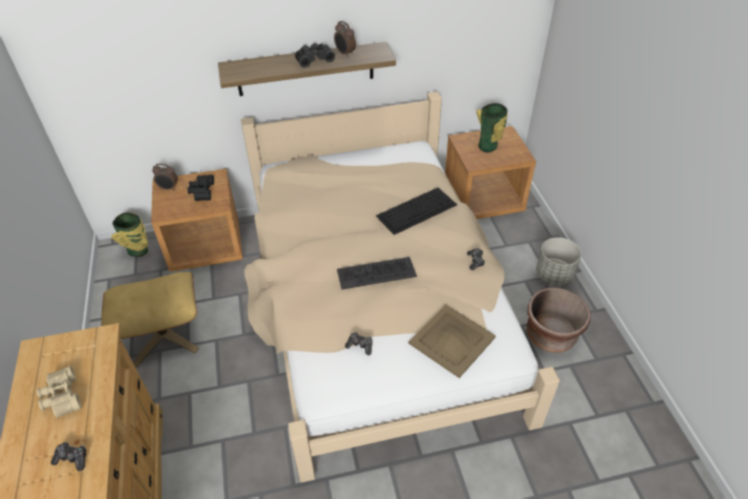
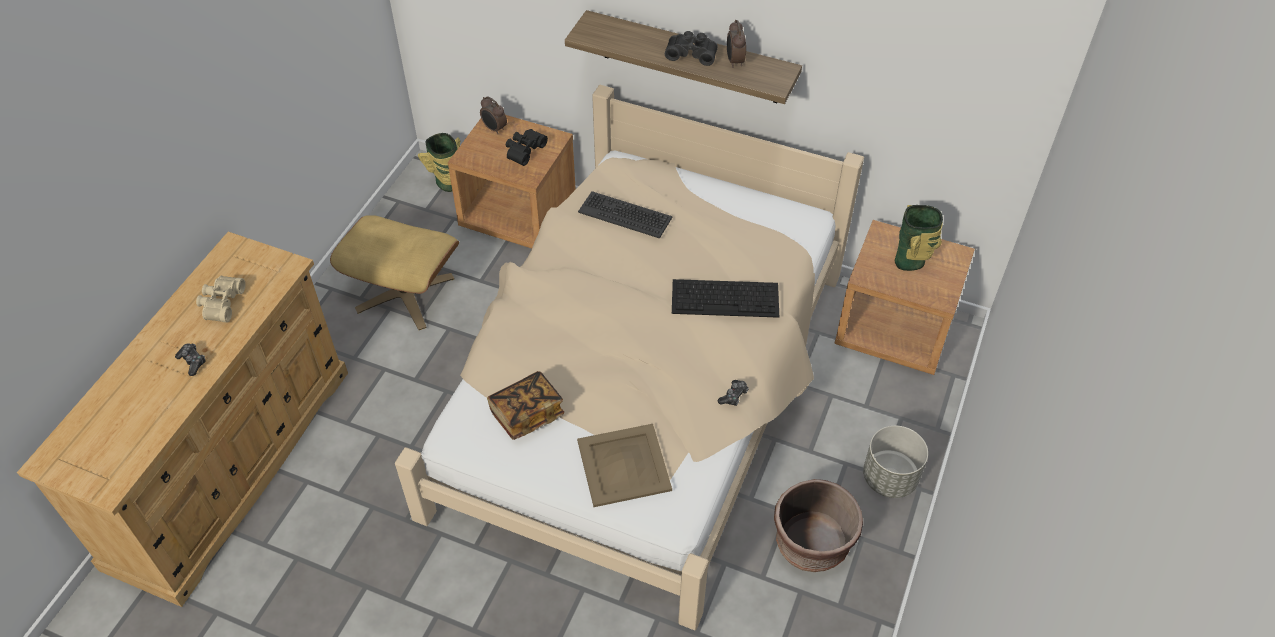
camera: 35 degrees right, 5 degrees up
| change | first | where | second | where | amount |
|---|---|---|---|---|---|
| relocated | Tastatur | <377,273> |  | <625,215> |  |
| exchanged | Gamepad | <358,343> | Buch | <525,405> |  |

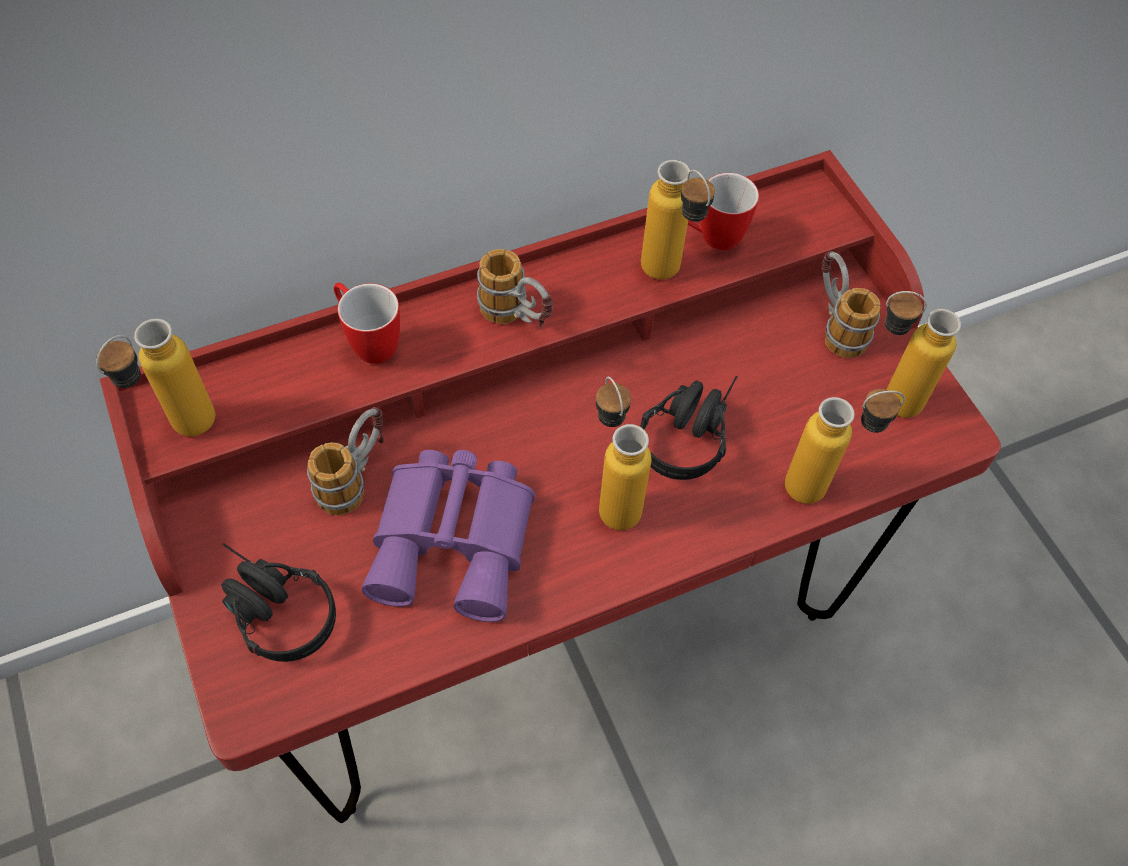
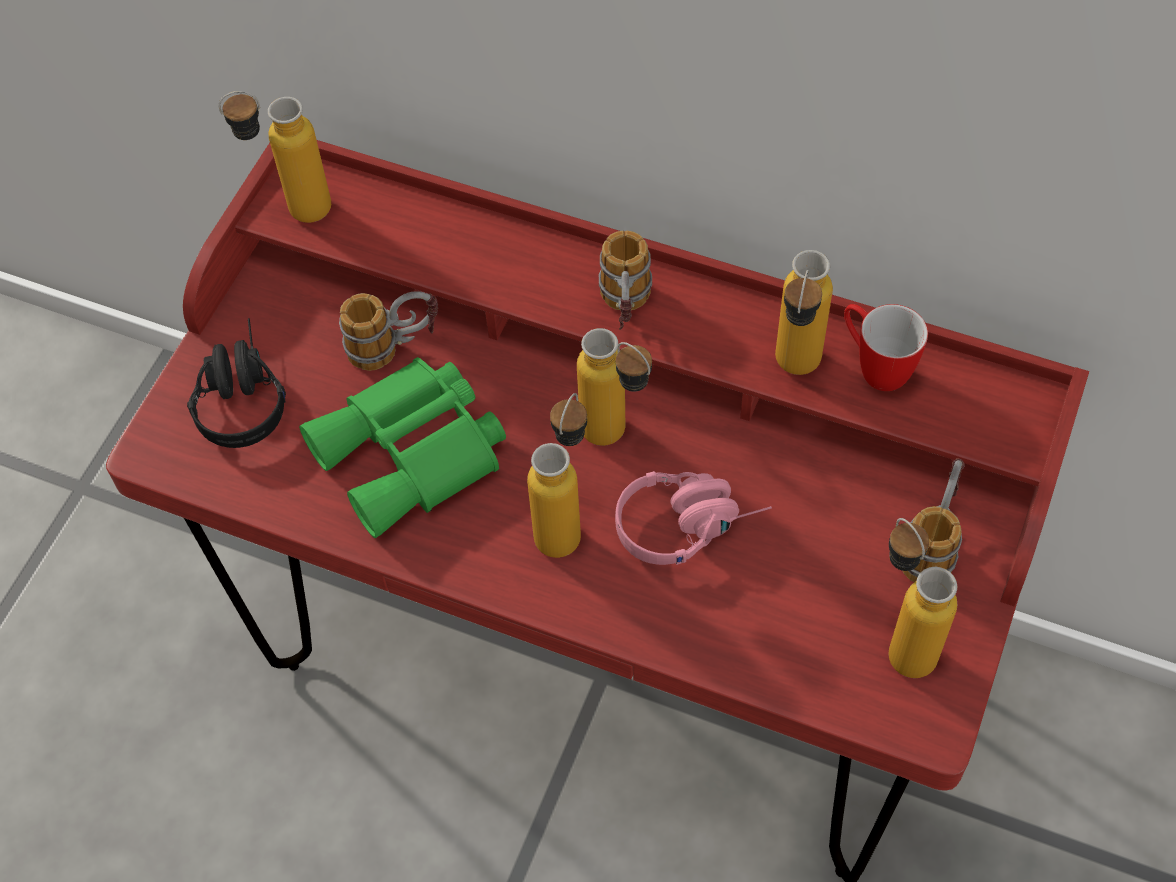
camera: 50 degrees right, 0 degrees up
| change | first | where | second | where | amount |
|---|---|---|---|---|---|
| missing | Henkelbecher | <367,323> |  |  |  |
| colour | Kopfhörer/schwarz | <688,428> | Kopfhörer/rosa | <693,518> |  |
| relocated | Flasche | <845,446> |  | <614,387> |  |
| colour | Fernglas/lila | <448,536> | Fernglas/grün | <402,447> |  |

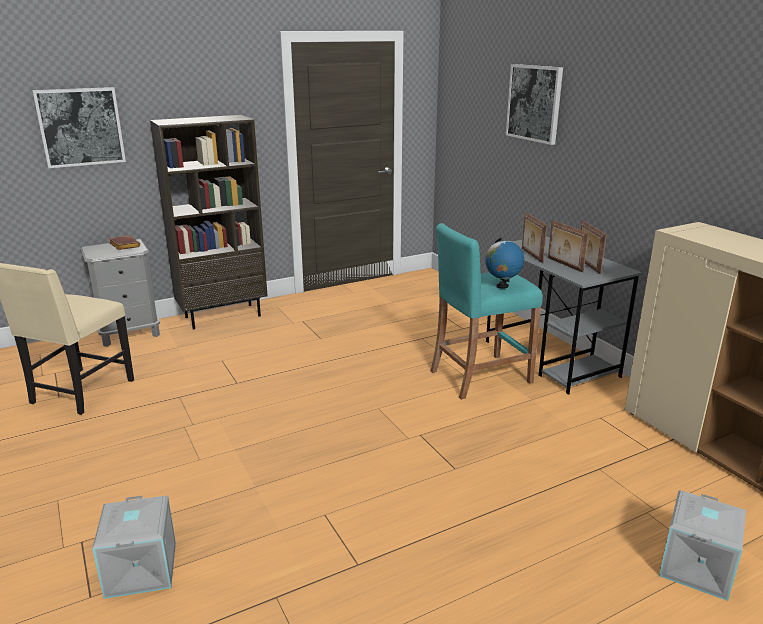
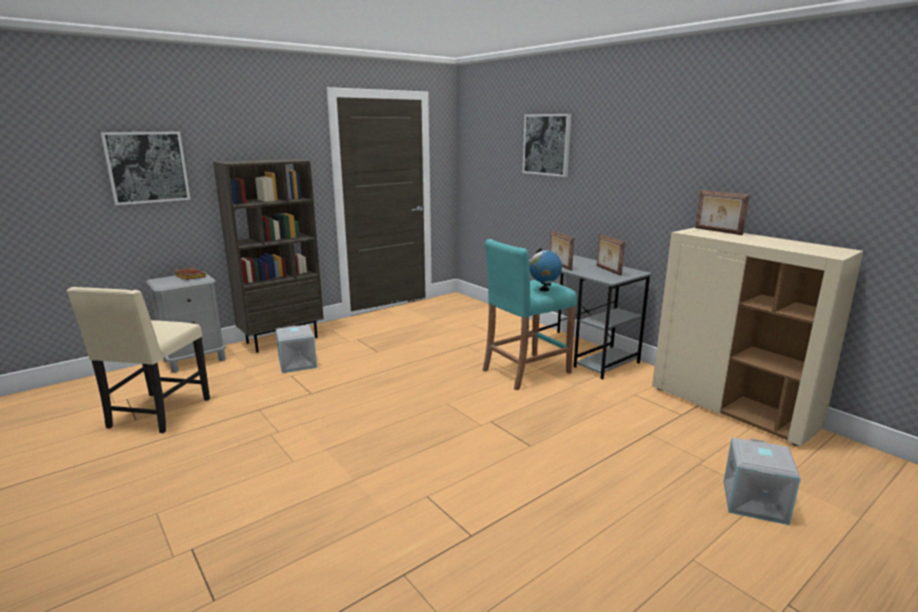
camera: 10 degrees left, 5 degrees down
| change | first | where | second | where | amount |
|---|---|---|---|---|---|
| relocated | Bilderrahmen | <568,246> |  | <722,212> |  |
| relocated | Aufbewahrungsbox/grau | <134,547> |  | <296,349> |  |

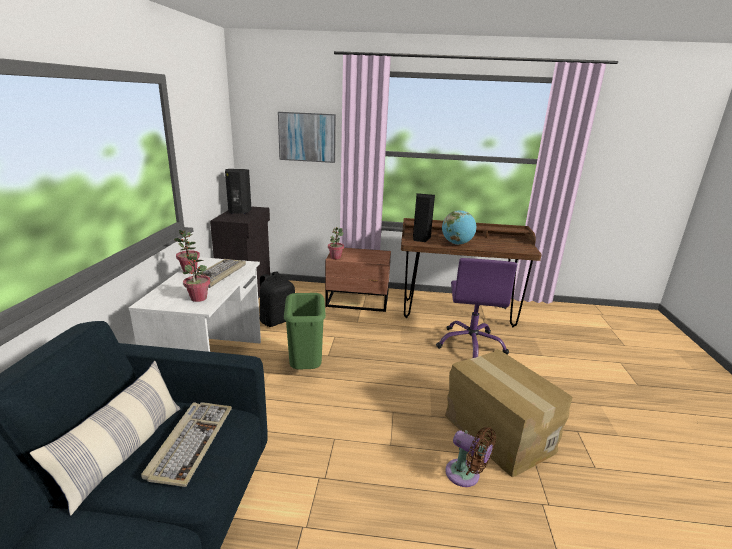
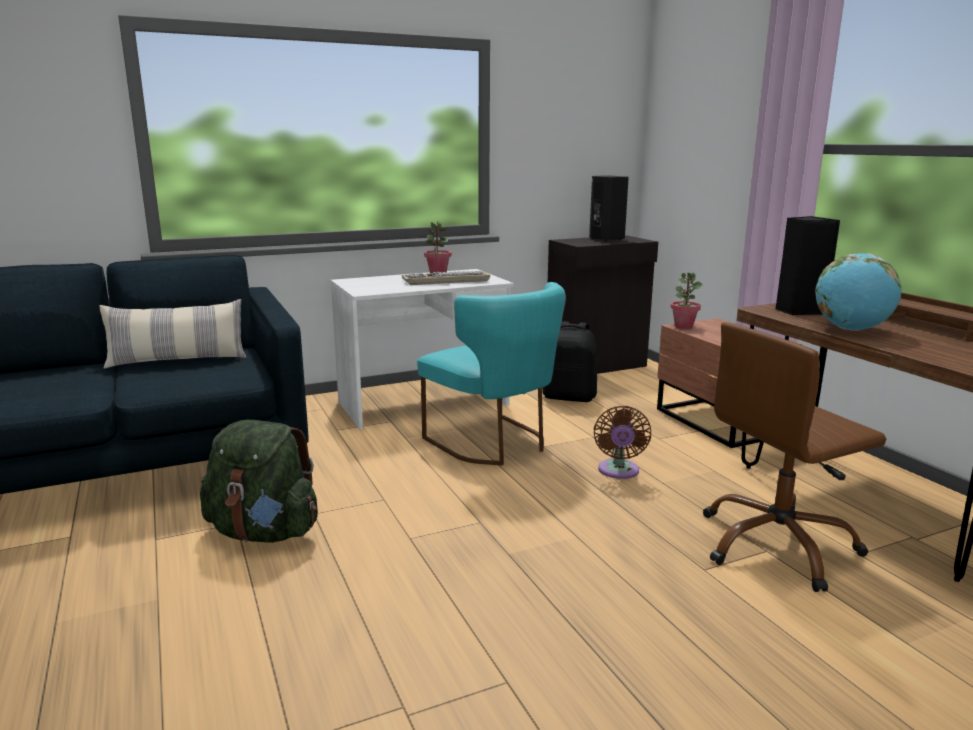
camera: 60 degrees right, 5 degrees down
| change | first | where | second | where | amount |
|---|---|---|---|---|---|
| missing | Bild | <307,137> |  |  |  |
| missing | Topfpflanze | <196,276> |  |  |  |
| colour | Bürostuhl/lila | <476,308> | Bürostuhl/braun | <794,457> |  |
| exchanged | Mülleimer/grün | <305,331> | Stuhl/türkis | <491,373> |  |
| missing | Karton | <509,413> |  |  |  |
| missing | Tastatur | <186,444> |  |  |  |
| relocated | Ventilator/braun | <470,457> |  | <622,442> |  |
| appeared |  |  | Rucksack/grün | <259,481> |  |

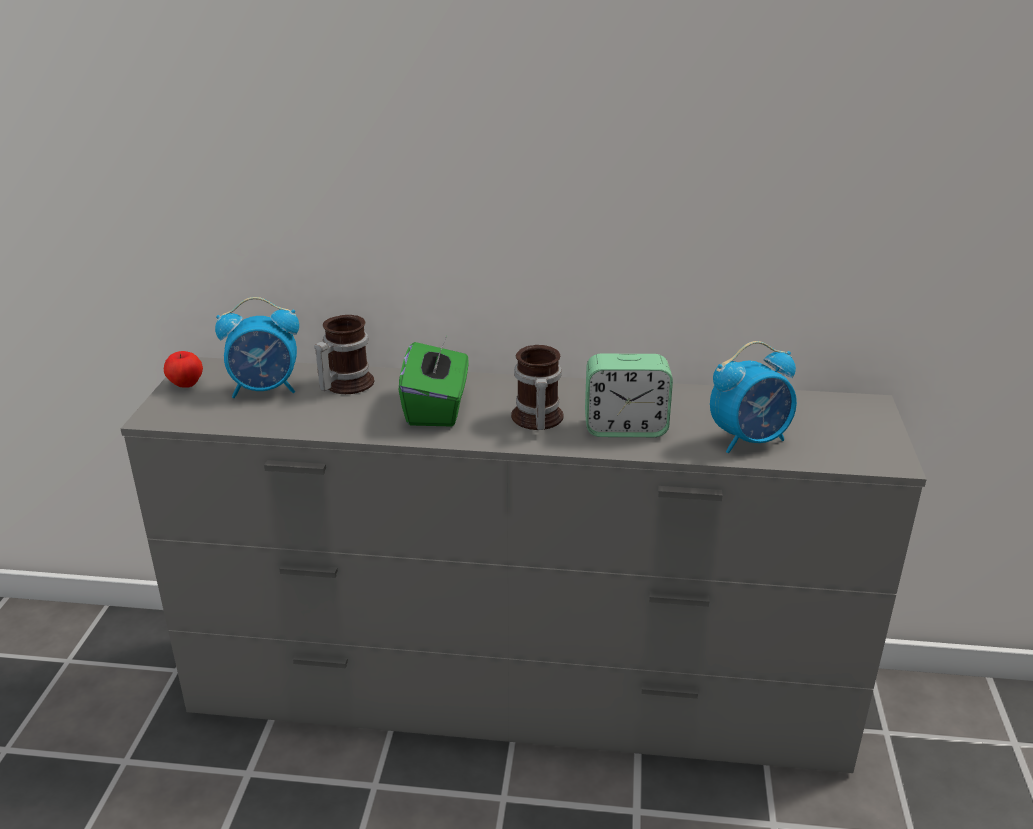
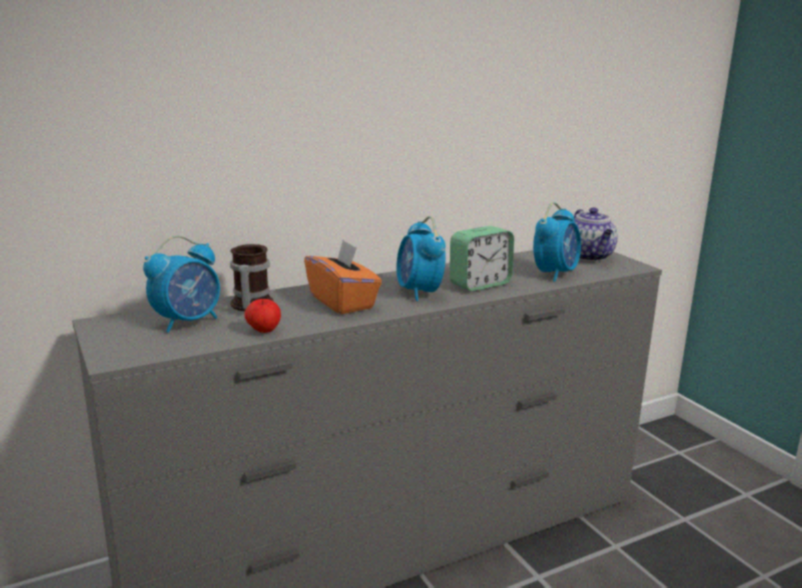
camera: 35 degrees left, 10 degrees down
| change | first | where | second | where | amount |
|---|---|---|---|---|---|
| colour | Taschentuchbox/grün | <434,380> | Taschentuchbox/orange | <343,276> |  |
| exchanged | Henkelbecher | <537,387> | Wecker | <421,258> |  |
| relocated | Apfel | <183,369> |  | <262,316> |  |
| appeared |  |  | Teekanne | <596,234> |  |

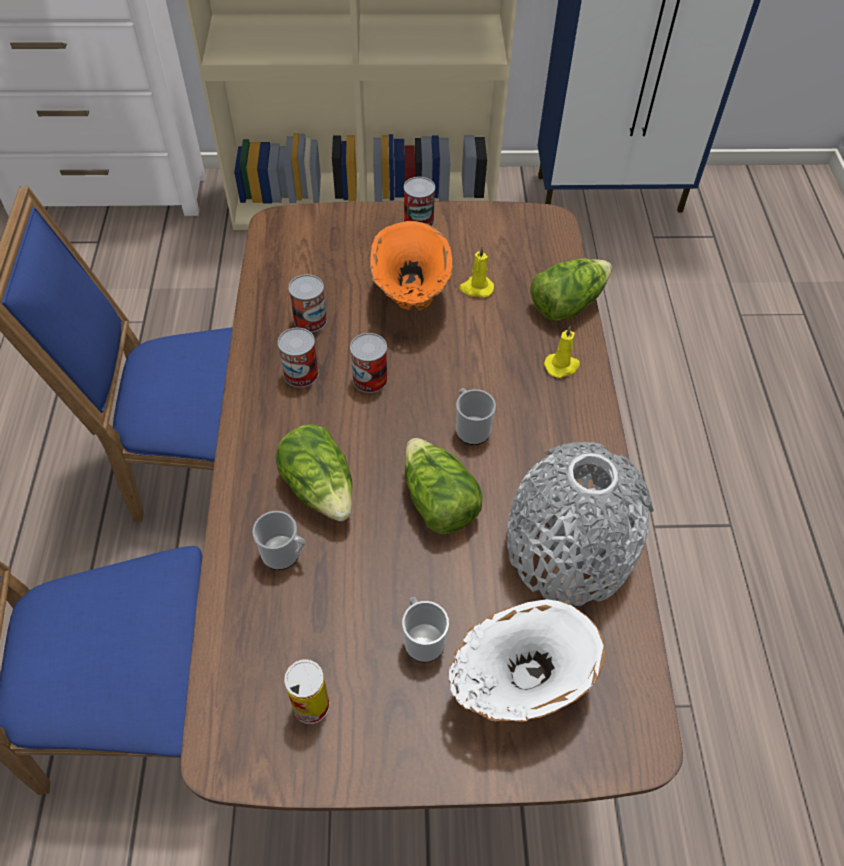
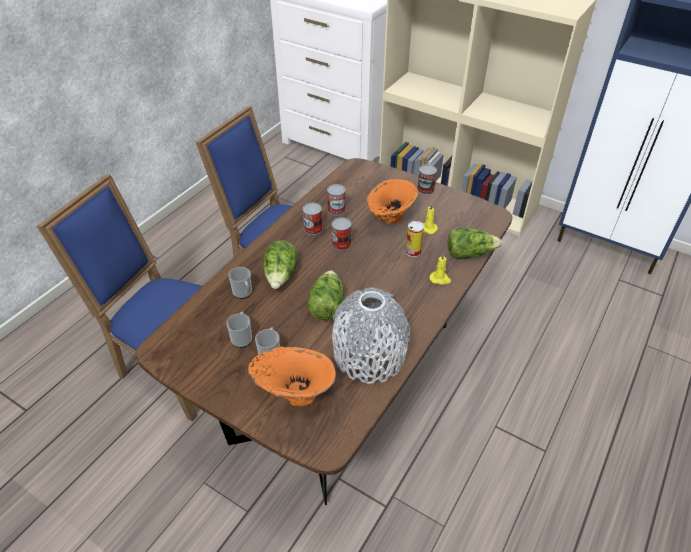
camera: 35 degrees right, 10 degrees down
| change | first | where | second | where | amount |
|---|---|---|---|---|---|
| relocated | Henkelbecher | <476,416> |  | <239,330> |  |
| colour | Vase/weiß | <527,660> | Vase/orange | <292,376> |  |
| relocated | Dose | <307,691> |  | <415,239> |  |

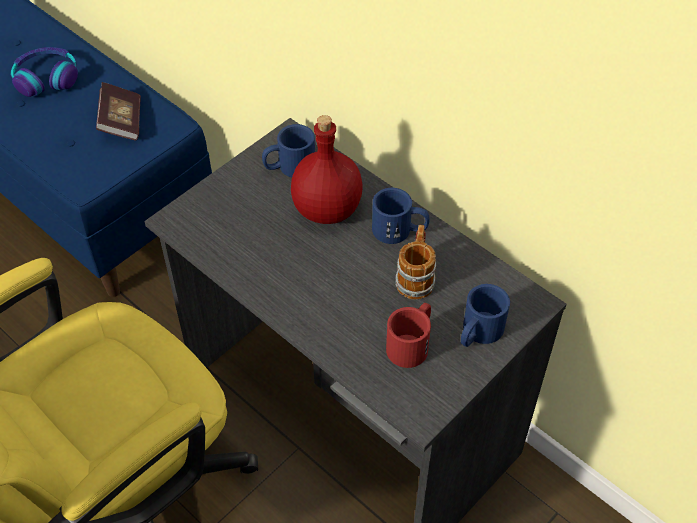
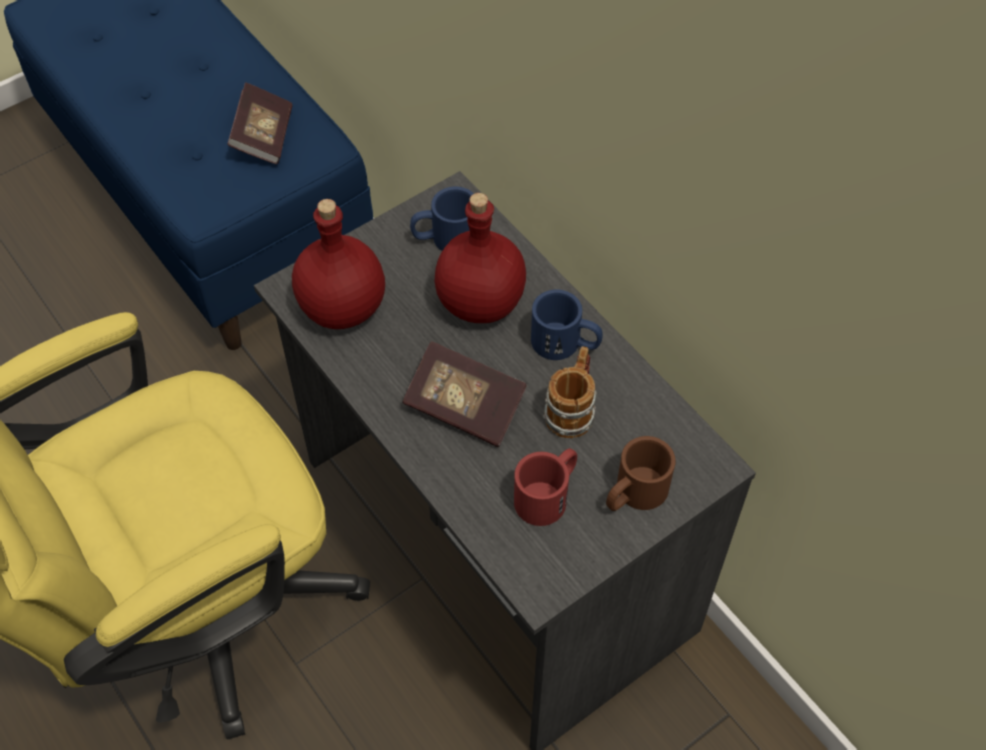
camera: 10 degrees right, 5 degrees up
| change | first | where | second | where | amount |
|---|---|---|---|---|---|
| missing | Kopfhörer | <44,72> |  |  |  |
| colour | Henkelbecher/blau | <485,315> | Henkelbecher/braun | <641,473> |  |
| appeared |  |  | Flasche/rot | <338,264> |  |
| appeared |  |  | Buch | <464,394> |  |

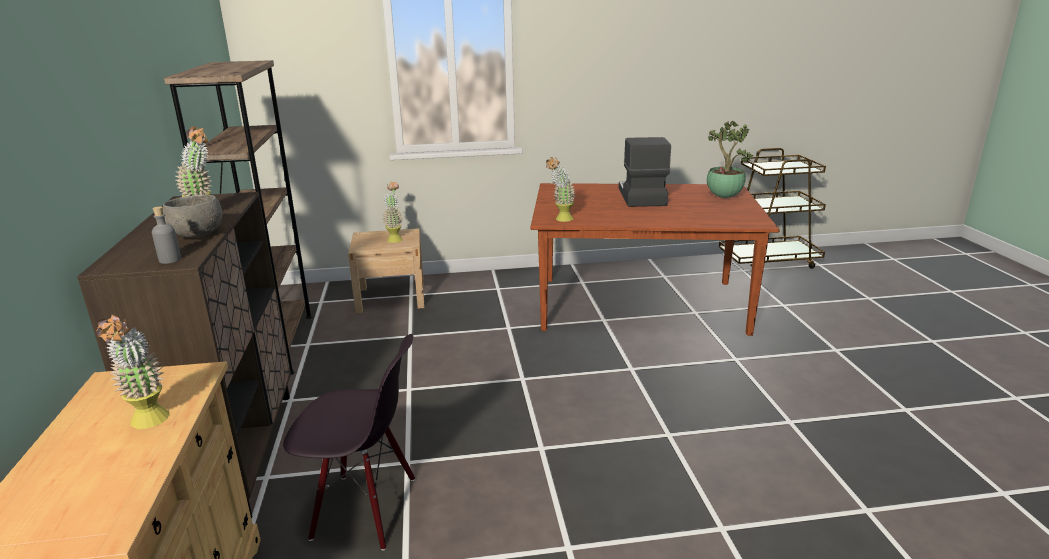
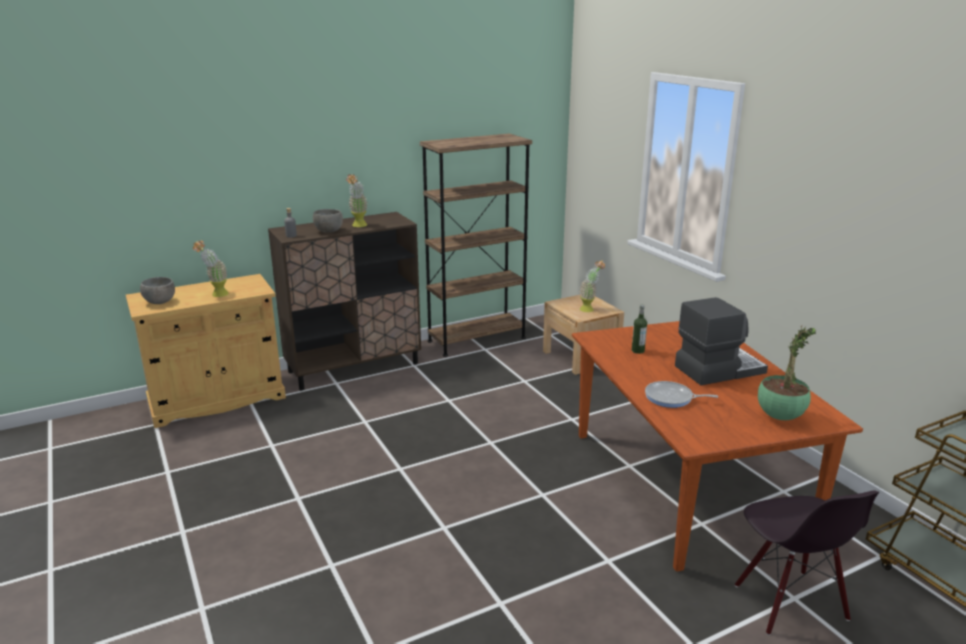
camera: 70 degrees right, 0 degrees up
| change | first | where | second | where | amount |
|---|---|---|---|---|---|
| missing | Topfpflanze | <561,189> |  |  |  |
| relocated | Stuhl/schwarz | <349,442> |  | <807,562> |  |
| appeared |  |  | Schüssel/grau | <157,290> |  |
| appeared |  |  | Flasche | <639,329> |  |
| appeared |  |  | Pfanne | <682,394> |  |

